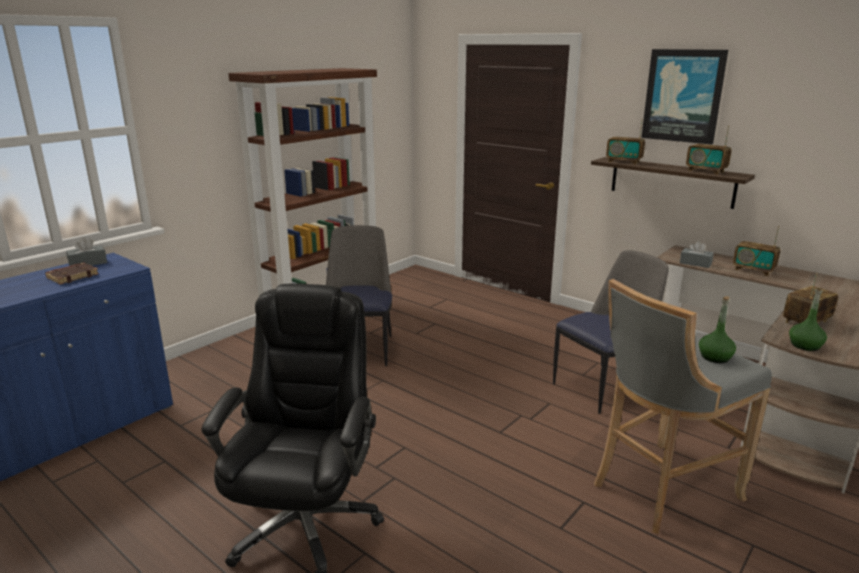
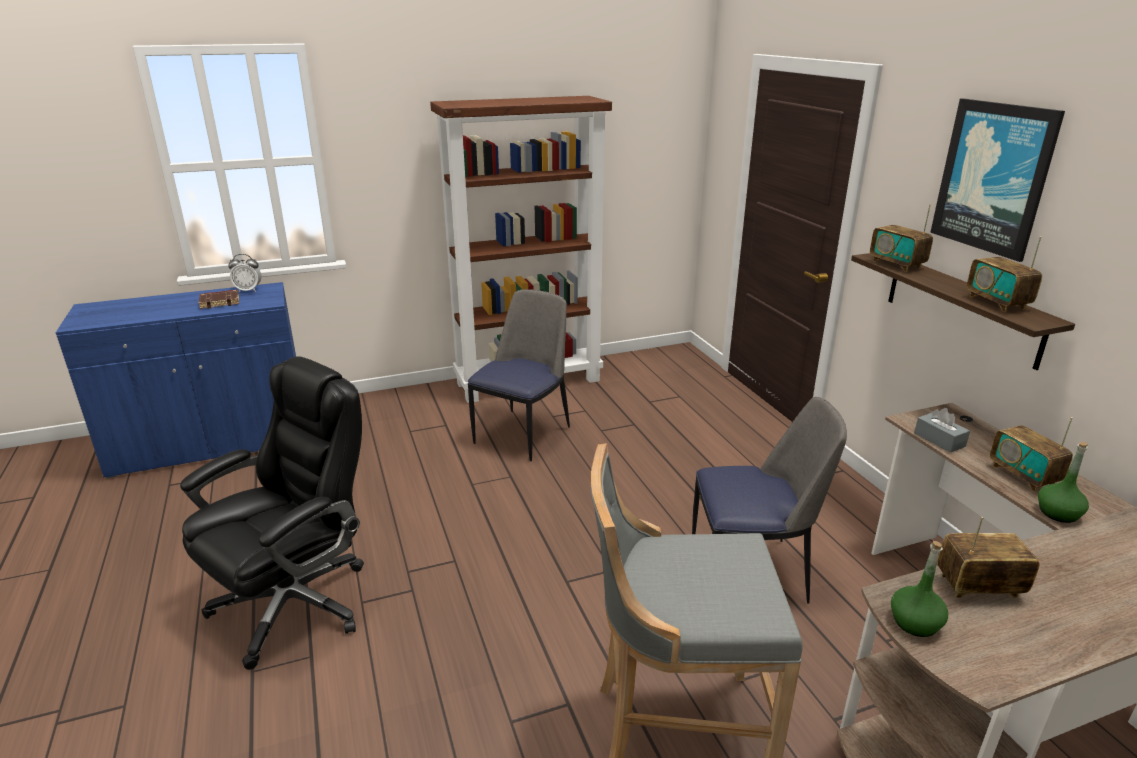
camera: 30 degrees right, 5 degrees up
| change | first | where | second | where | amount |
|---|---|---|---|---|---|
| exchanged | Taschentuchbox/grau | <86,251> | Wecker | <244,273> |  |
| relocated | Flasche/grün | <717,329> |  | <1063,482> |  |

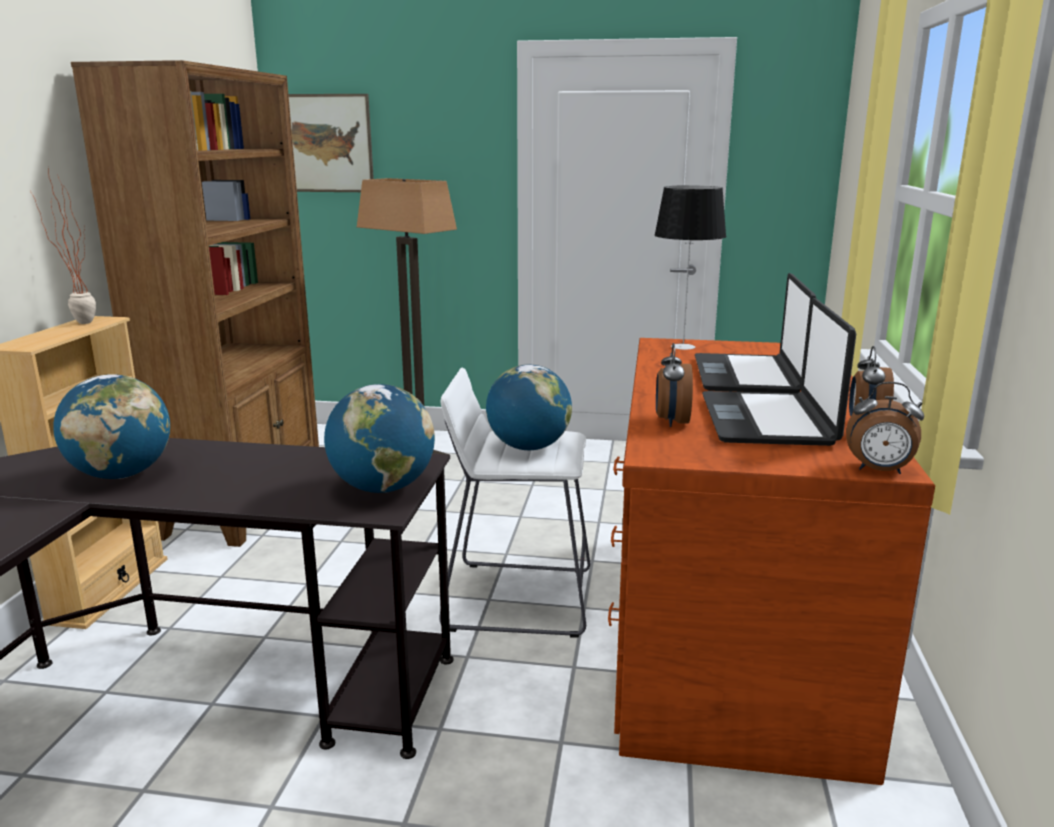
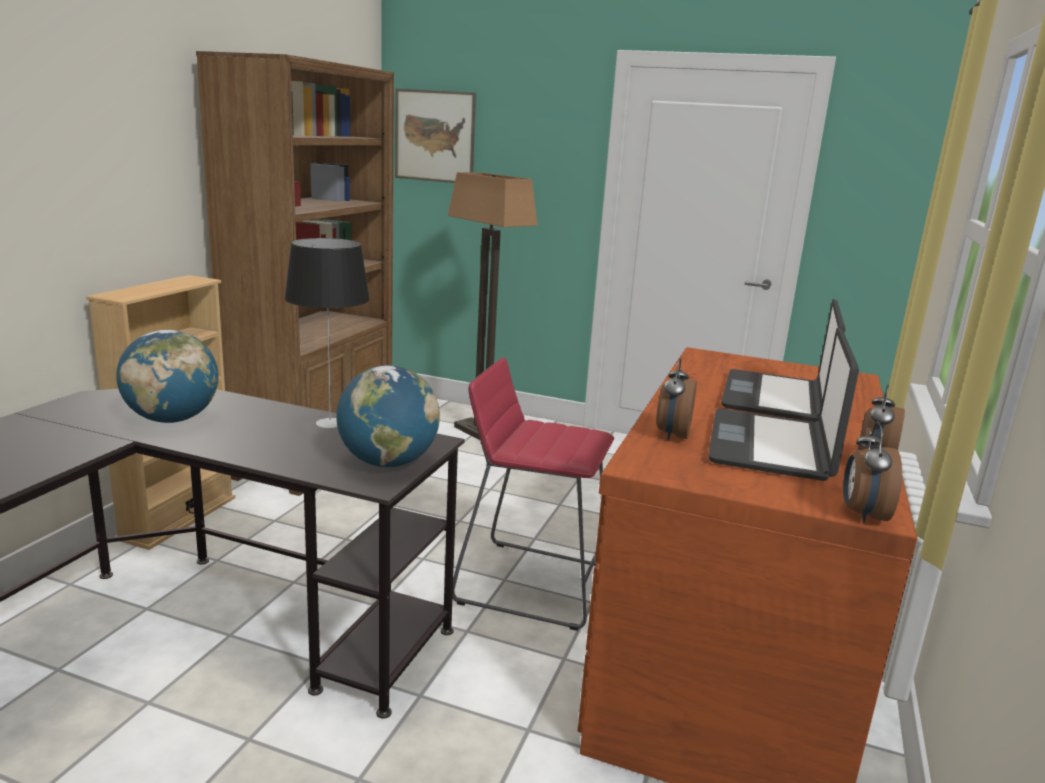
camera: 10 degrees right, 0 degrees up
| change | first | where | second | where | amount |
|---|---|---|---|---|---|
| missing | Topfpflanze | <63,245> |  |  |  |
| relocated | Tischlampe | <690,267> |  | <327,333> |  |
| missing | Globus | <529,407> |  |  |  |
| colour | Hocker/weiß | <514,503> | Hocker/rot | <533,494> |  |
| spun | Wecker | <885,428> |  | <872,472> | 75 degrees clockwise |

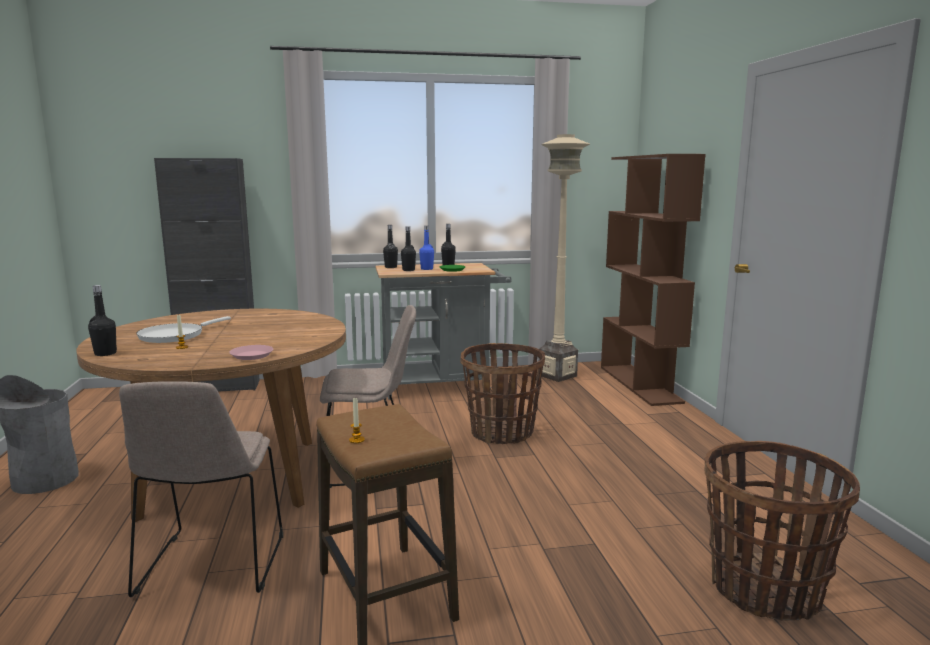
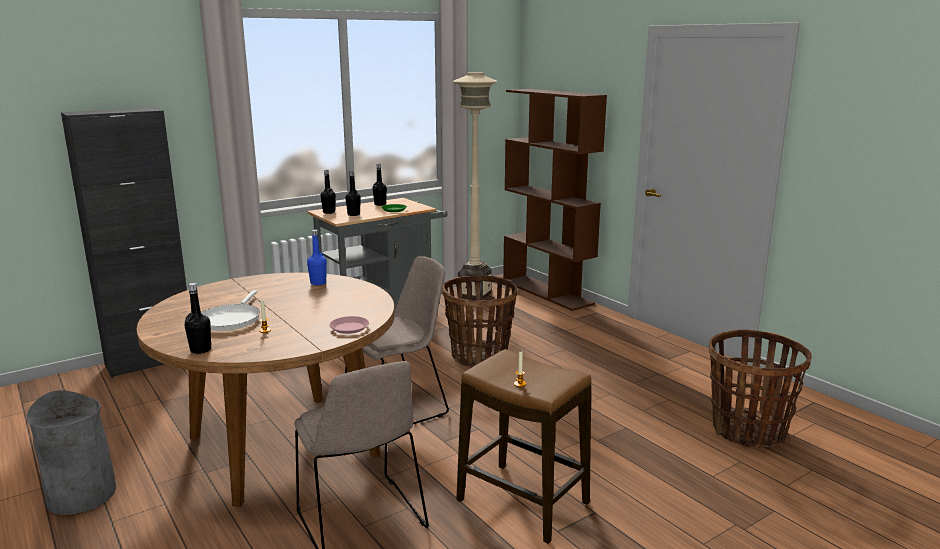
camera: 25 degrees left, 5 degrees up
| change | first | where | second | where | amount |
|---|---|---|---|---|---|
| relocated | Flasche/blau | <426,248> |  | <317,257> |  |

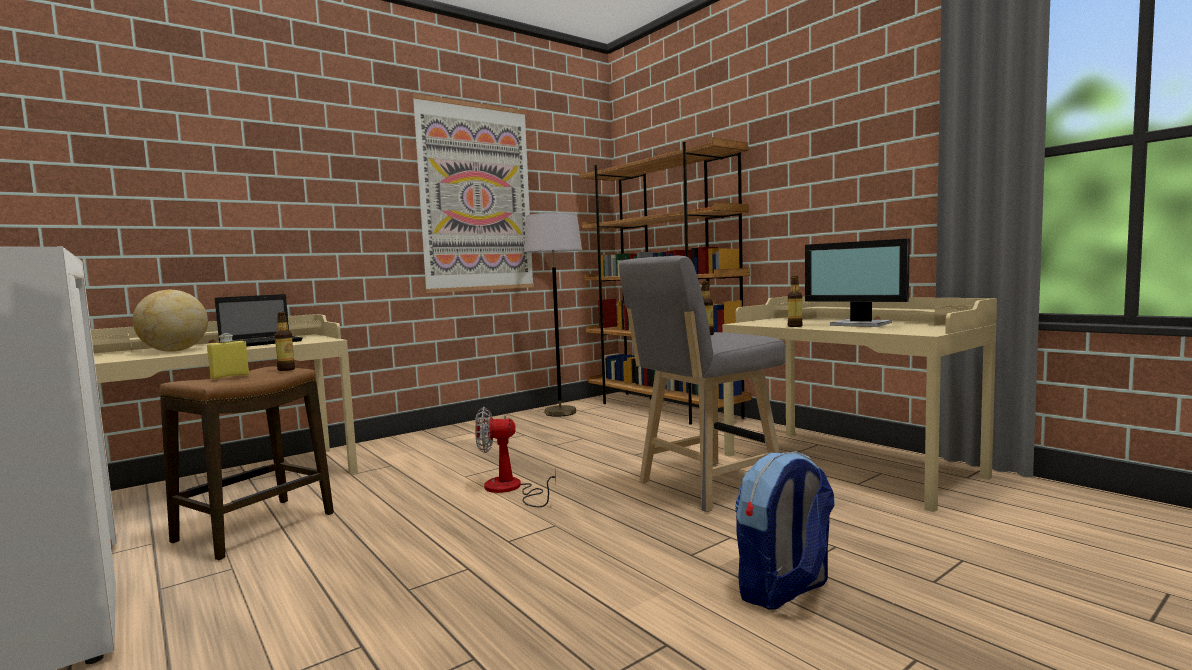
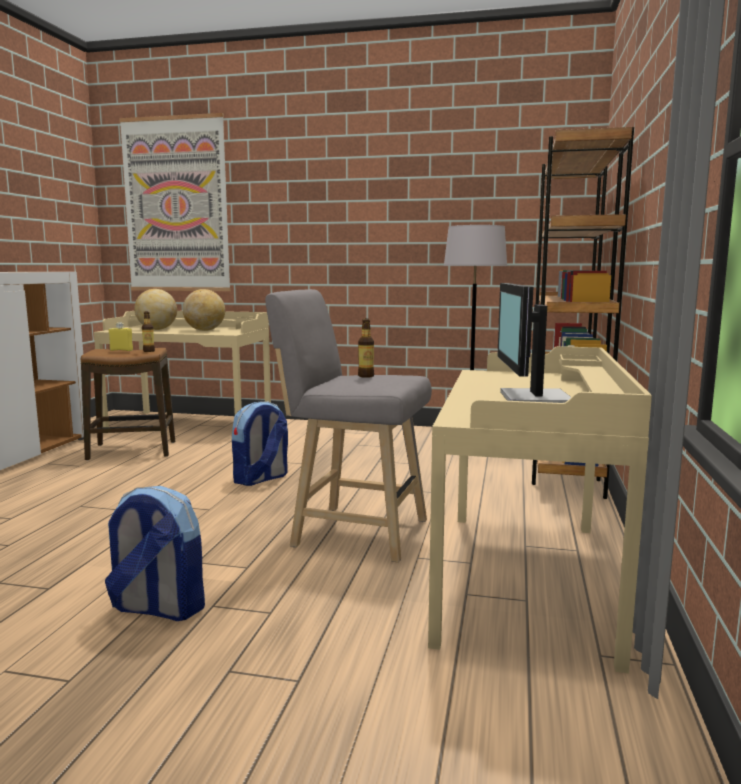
camera: 50 degrees right, 5 degrees up
| change | first | where | second | where | amount |
|---|---|---|---|---|---|
| relocated | Bild | <473,193> |  | <175,202> |  |
| missing | Flasche | <795,301> |  |  |  |
| exchanged | Laptop | <259,320> | Globus | <204,310> |  |
| exchanged | Ventilator | <515,457> | Rucksack | <260,444> |  |

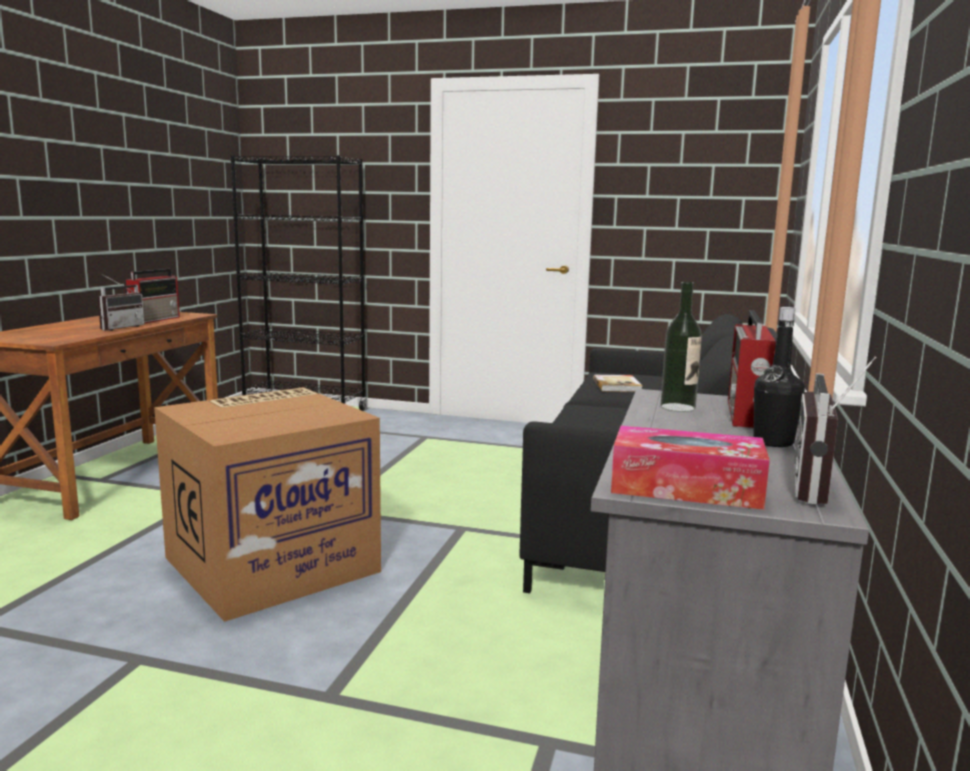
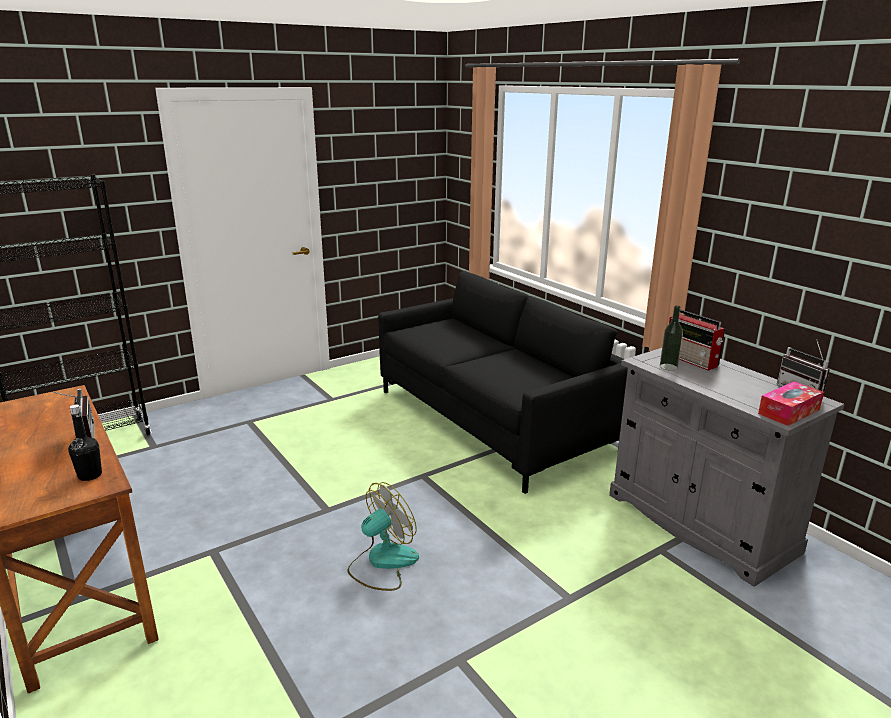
camera: 50 degrees left, 10 degrees up
| change | first | where | second | where | amount |
|---|---|---|---|---|---|
| missing | Radio | <152,296> |  |  |  |
| relocated | Flasche/schwarz | <779,377> |  | <85,442> |  |
| missing | Buch | <618,383> |  |  |  |
| exchanged | Karton | <267,504> | Ventilator | <383,536> |  |

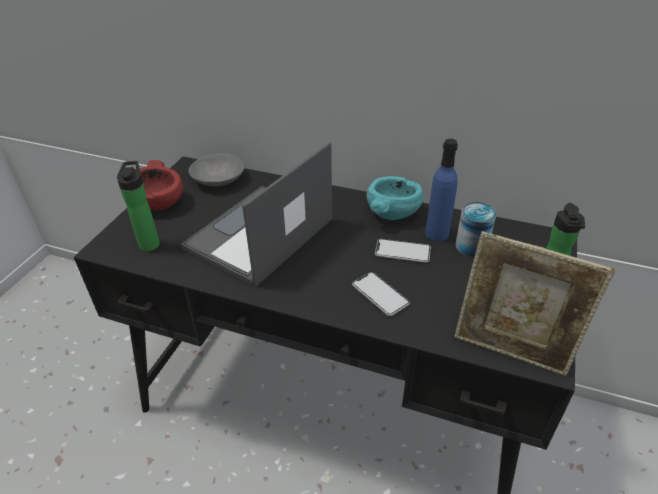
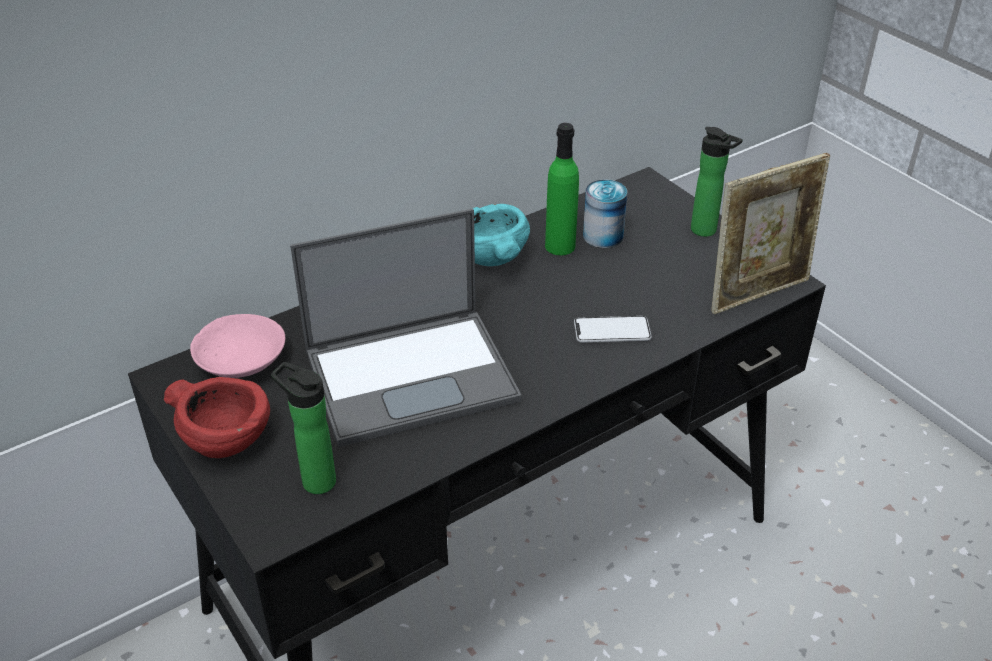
camera: 55 degrees left, 0 degrees up
| change | first | where | second | where | amount |
|---|---|---|---|---|---|
| colour | Flasche/blau | <441,190> | Flasche/grün | <562,189> |  |
| spun | Laptop | <256,214> |  | <406,328> | 90 degrees counterclockwise |
| colour | Schüssel/grau | <217,170> | Schüssel/rosa | <237,346> |  |
| missing | Handy | <403,251> |  |  |  |

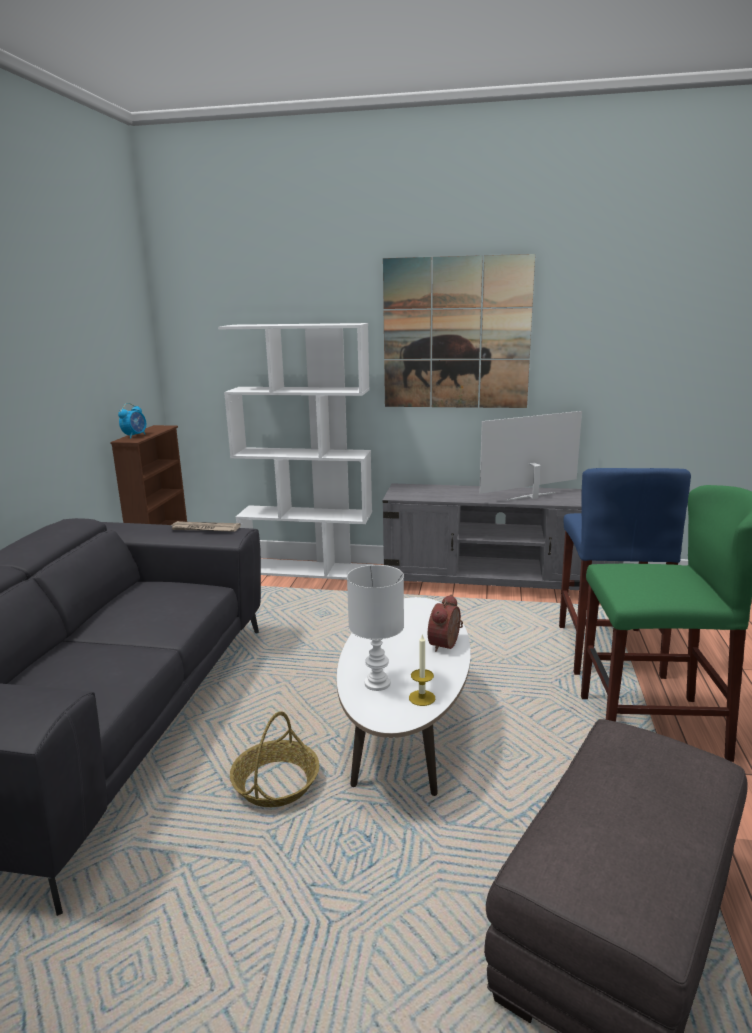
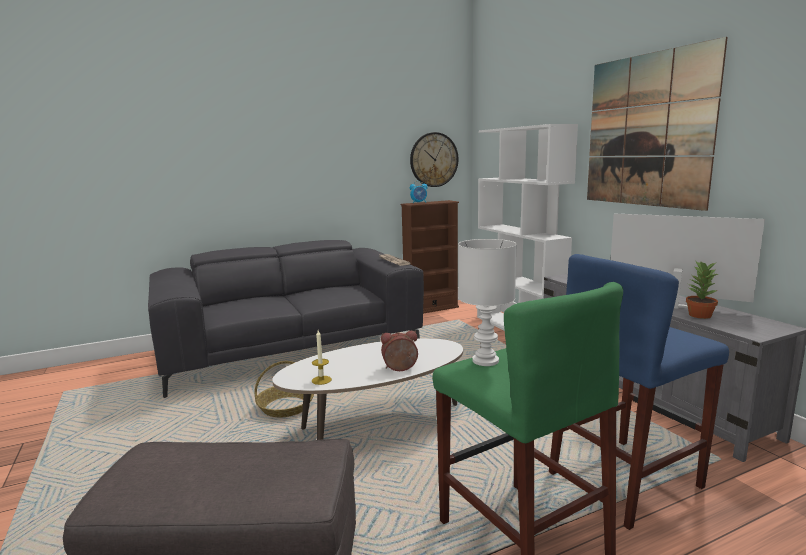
camera: 55 degrees right, 5 degrees down
| change | first | where | second | where | amount |
|---|---|---|---|---|---|
| relocated | Tischlampe/weiß | <375,628> |  | <487,302> |  |
| appeared |  |  | Wanduhr | <434,159> |  |
| appeared |  |  | Topfpflanze | <702,290> |  |

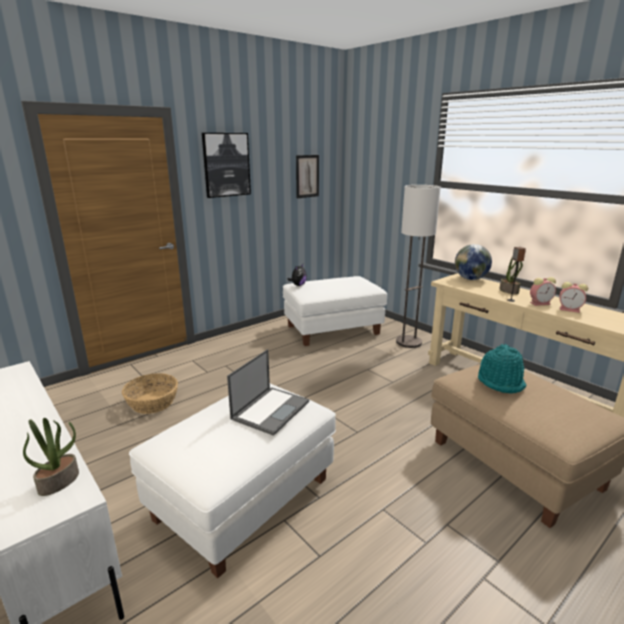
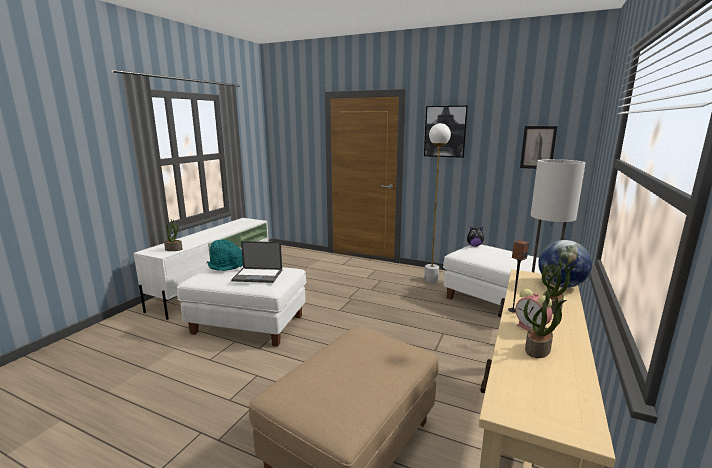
camera: 65 degrees right, 5 degrees down
| change | first | where | second | where | amount |
|---|---|---|---|---|---|
| exchanged | Wecker | <573,297> | Topfpflanze | <545,324> |  |
| relocated | Hut/türkis | <502,369> |  | <225,255> |  |
| missing | Korb | <150,393> |  |  |  |
| appeared |  |  | Stehlampe/weiß | <437,203> |  |

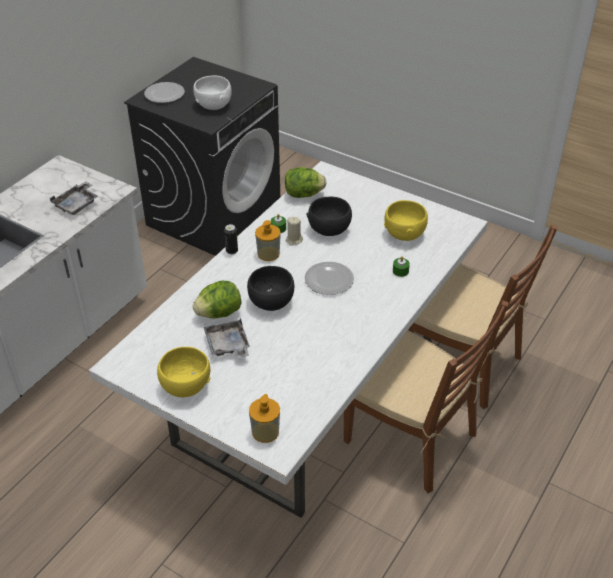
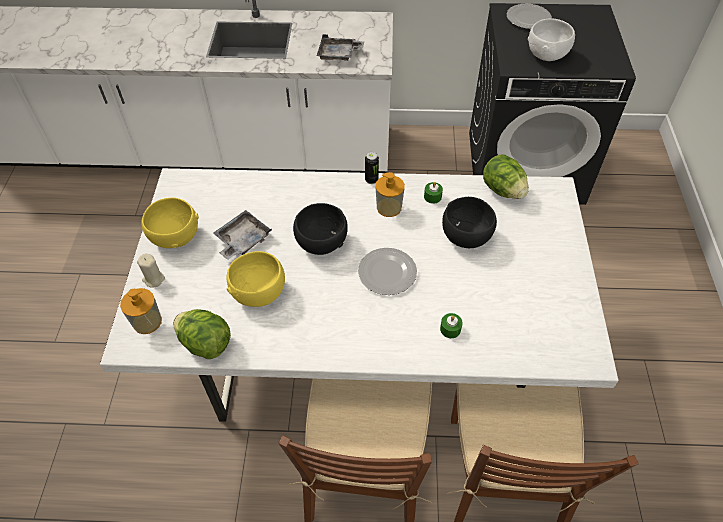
camera: 60 degrees right, 10 degrees up
| change | first | where | second | where | amount |
|---|---|---|---|---|---|
| relocated | Schüssel/gelb | <406,220> |  | <256,279> |  |
| relocated | Kerze/beige | <294,231> |  | <151,270> |  |
| relocated | Salatkopf | <217,299> |  | <202,334> |  |

